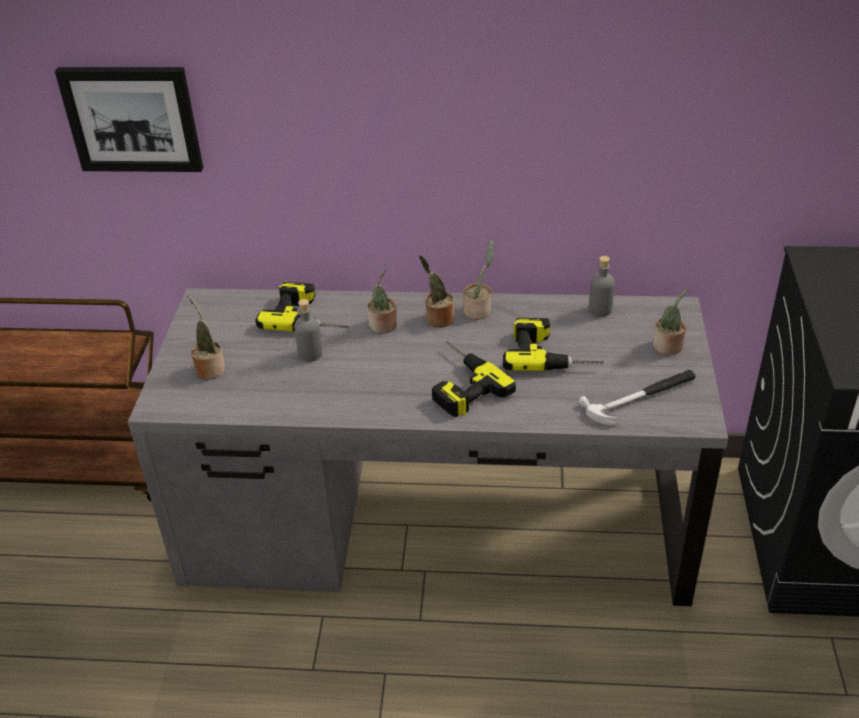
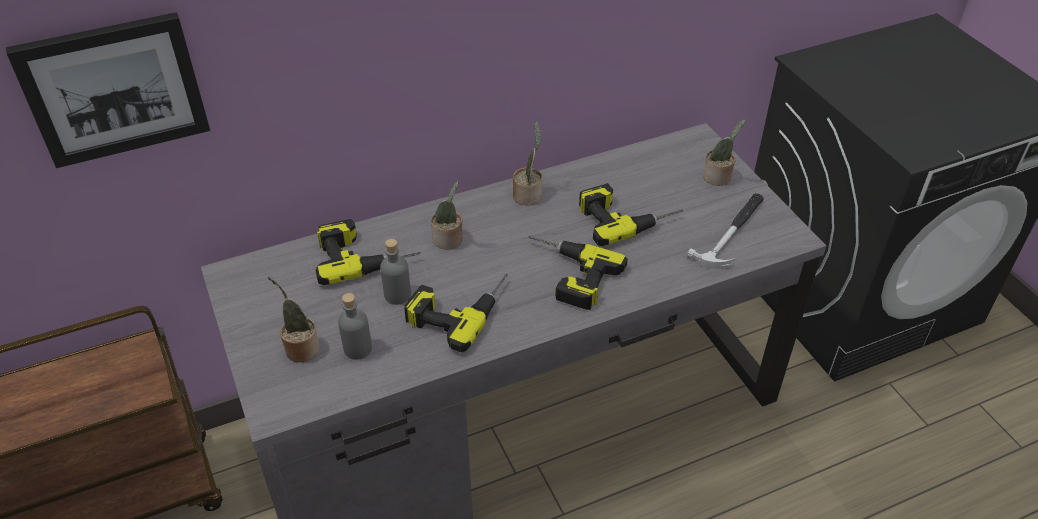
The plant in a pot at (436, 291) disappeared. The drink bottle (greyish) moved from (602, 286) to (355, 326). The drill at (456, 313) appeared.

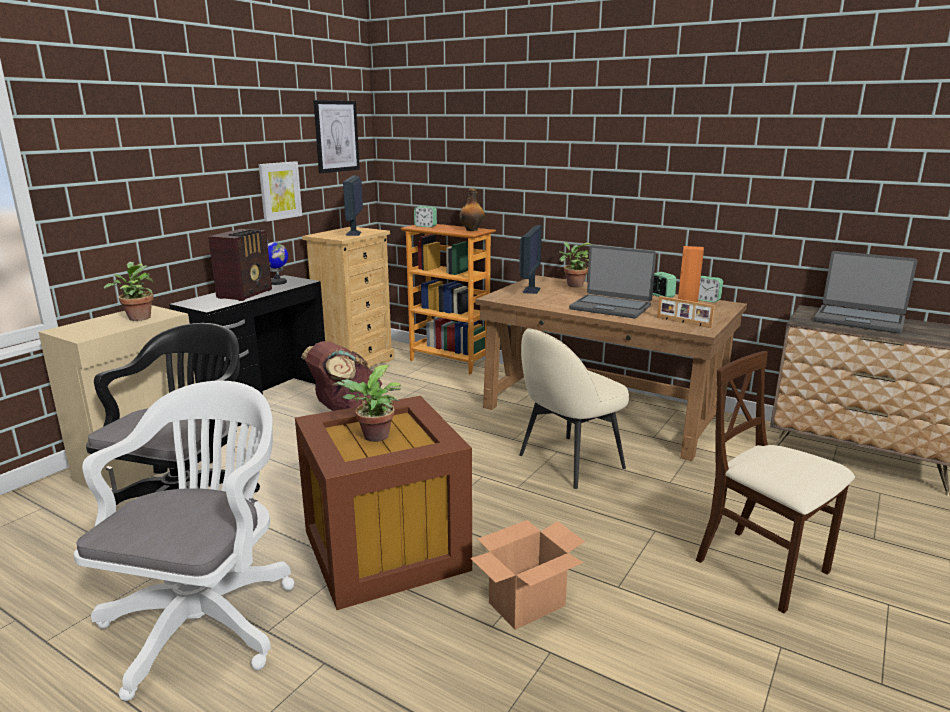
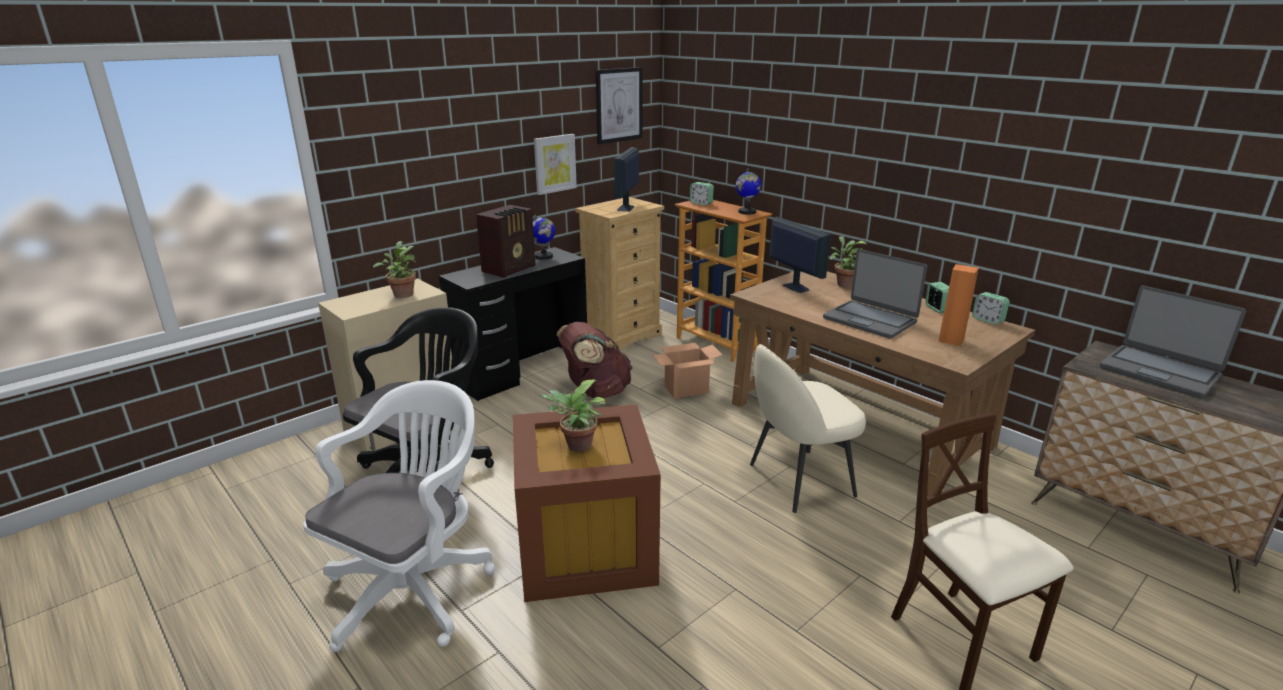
The drink bottle at (472, 209) was replaced by the world globe at (748, 191). The carton moved from (527, 575) to (687, 370). The computer display at (530, 259) turned 60 degrees counterclockwise. The picture frame at (686, 312) disappeared.

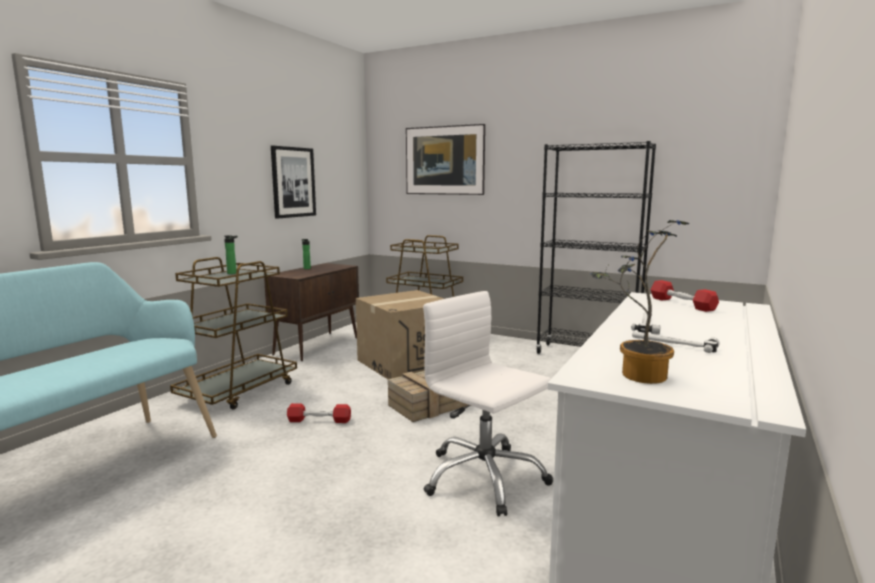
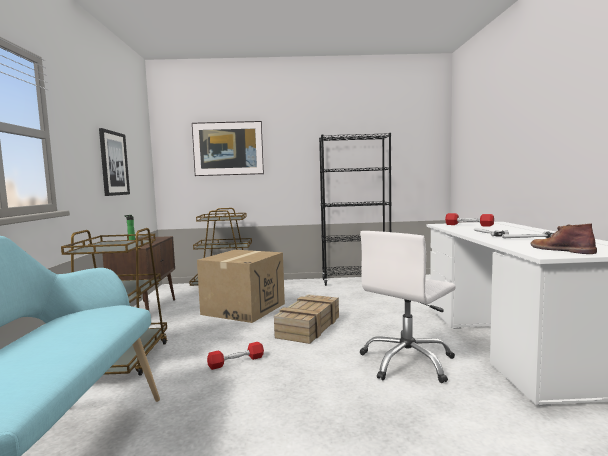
The drink bottle at (231, 254) disappeared. The office chair (whitish) at (488, 404) turned 60 degrees counterclockwise. The plant in a pot at (640, 302) was replaced by the boot (brown) at (563, 238).

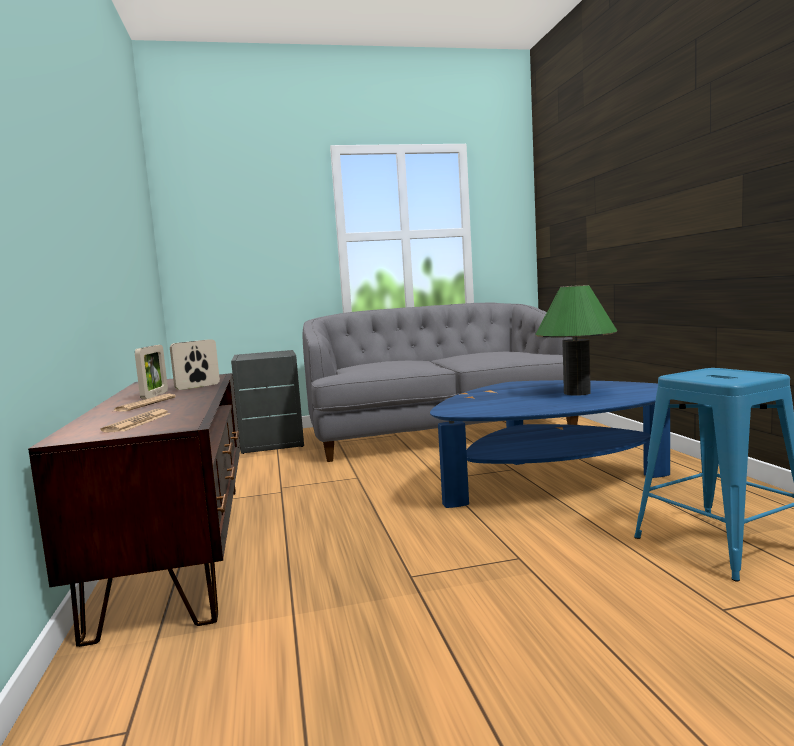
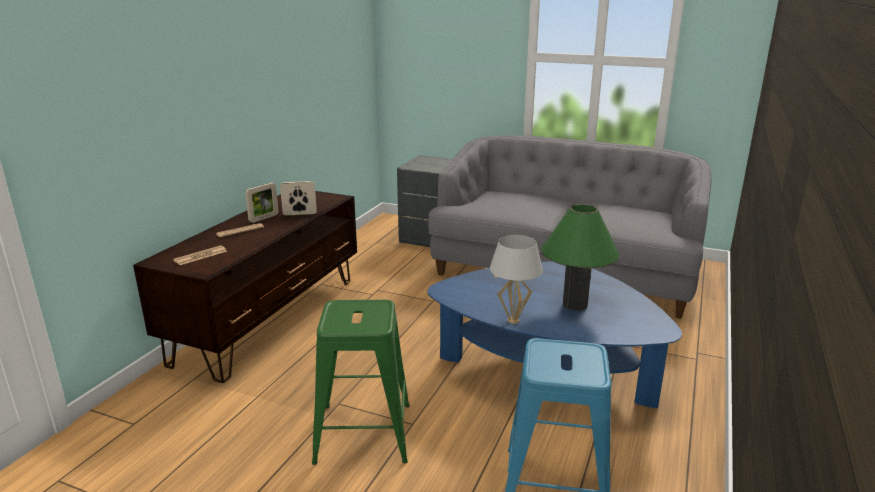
The sitting stool (greenish) at (360, 382) appeared. The tabletop lamp (whitish) at (516, 279) appeared.

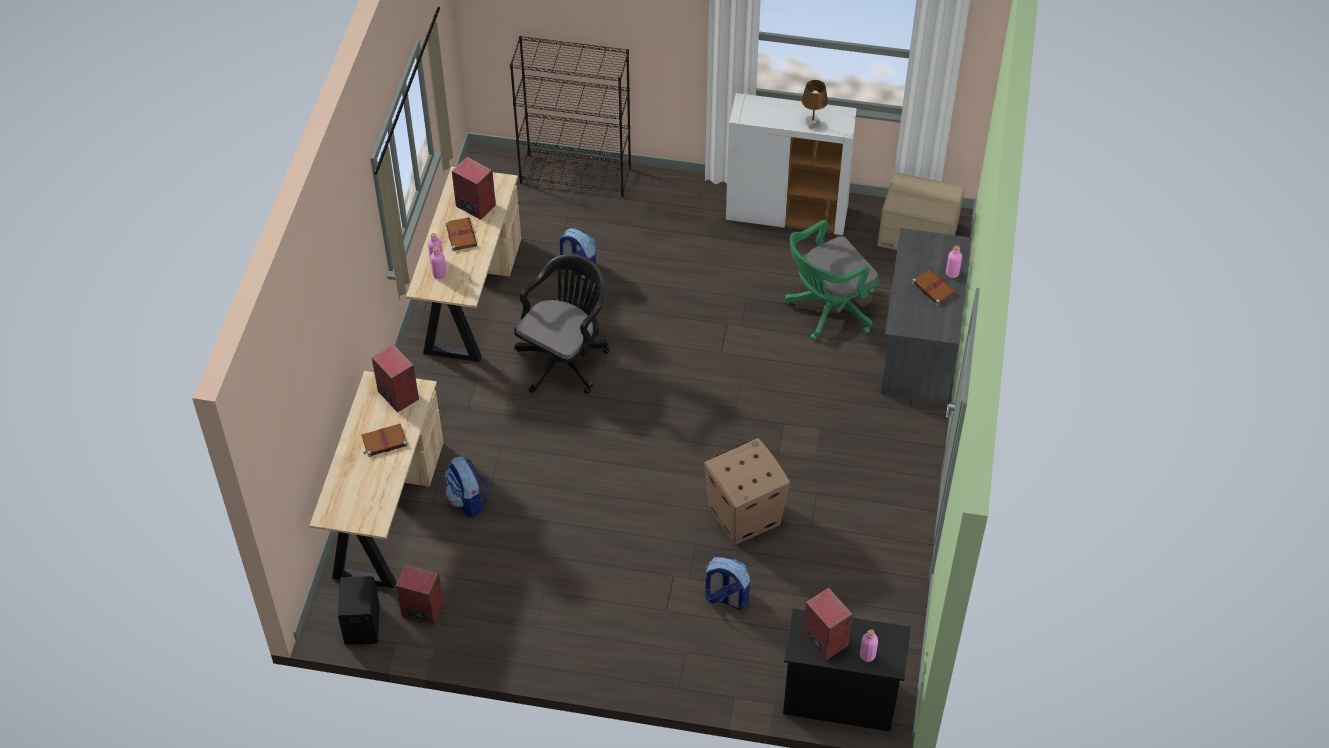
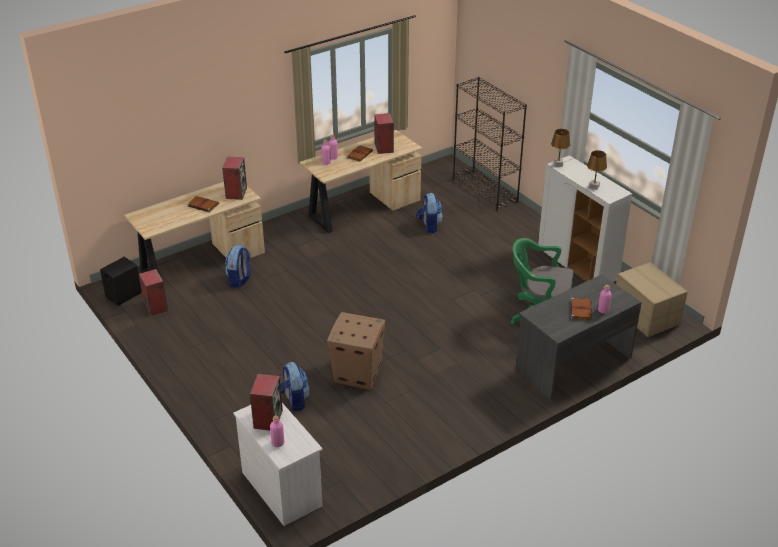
The office chair (black-coloured) at (562, 324) disappeared. The chest of drawers (black-coloured) at (847, 670) became the chest of drawers (whitish) at (278, 464). The tabletop lamp (brown) at (560, 148) appeared.

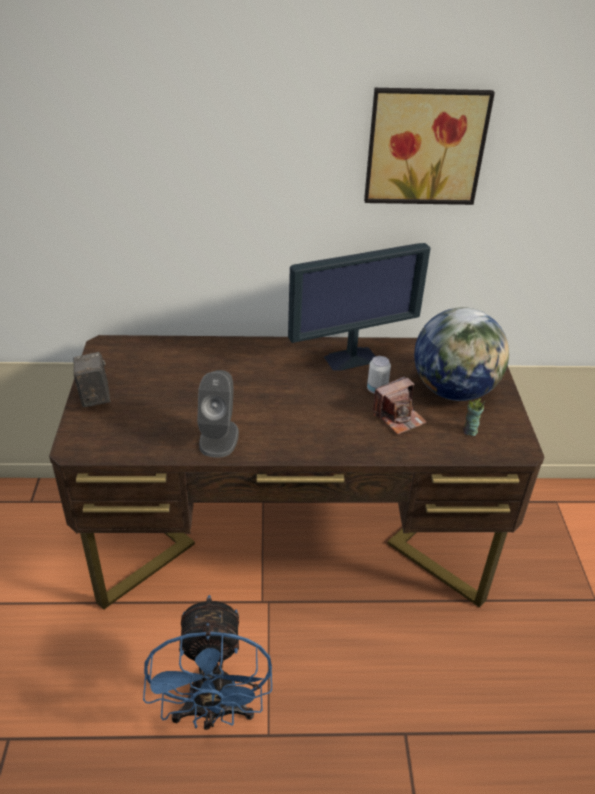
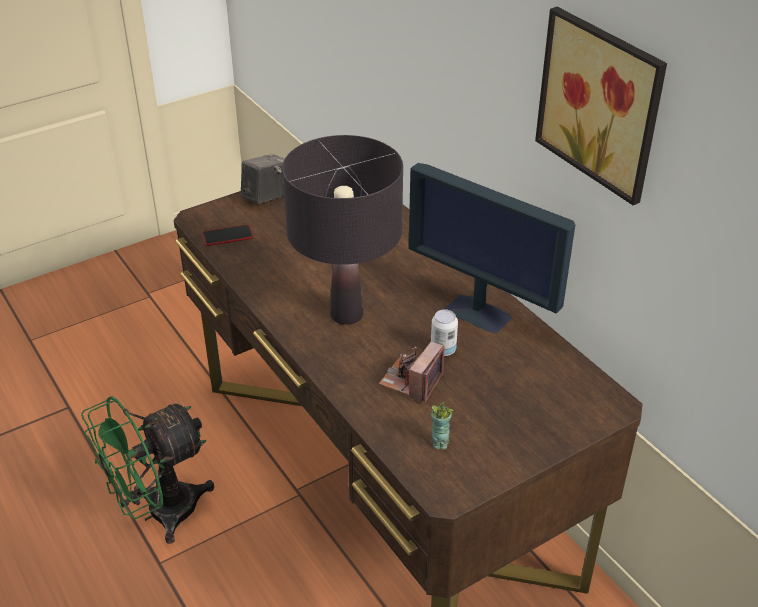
The cooling fan (blue-coloured) at (207, 662) became the cooling fan (greenish) at (147, 470). The loudspeaker (greyish) at (218, 414) disappeared. The photo camera at (400, 405) turned 90 degrees clockwise. The world globe at (461, 354) disappeared. The telephone at (227, 235) appeared. The tabletop lamp (black-coloured) at (342, 230) appeared.

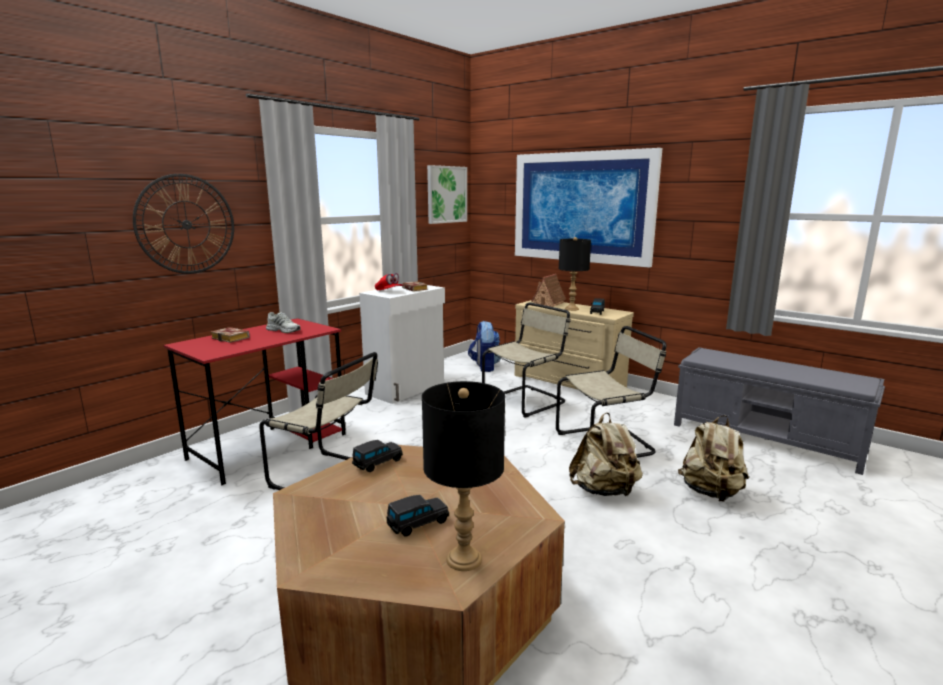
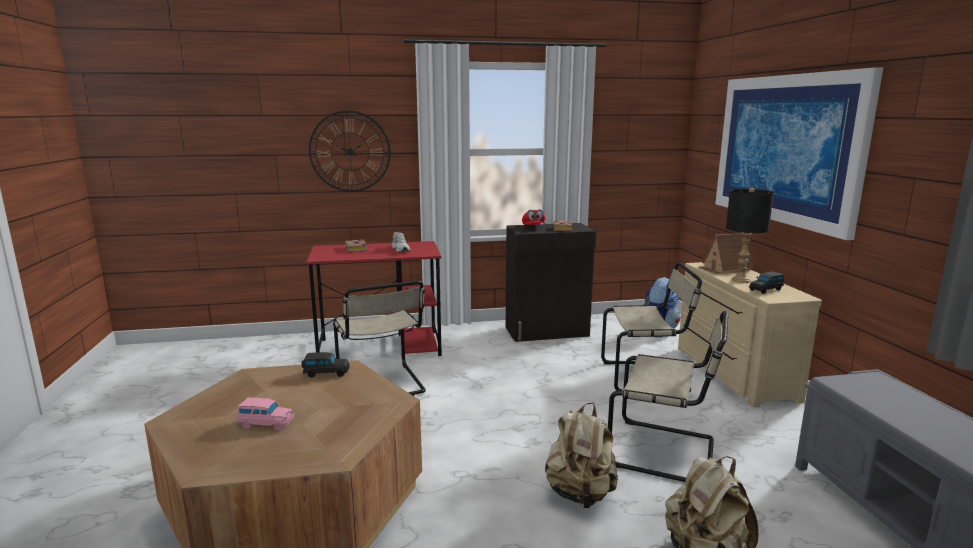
The cupboard (whitish) at (402, 344) became the cupboard (black-coloured) at (551, 282). The toy car (black-coloured) at (418, 516) became the toy car (pink-coloured) at (265, 414). The tabletop lamp (black-coloured) at (463, 476) disappeared. The picture at (447, 194) disappeared.

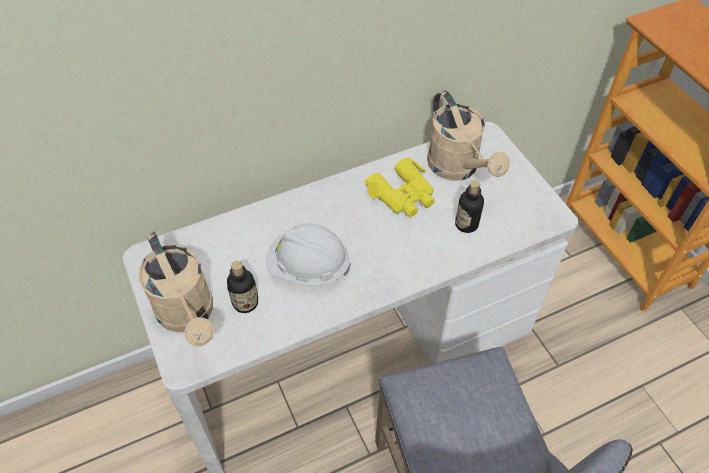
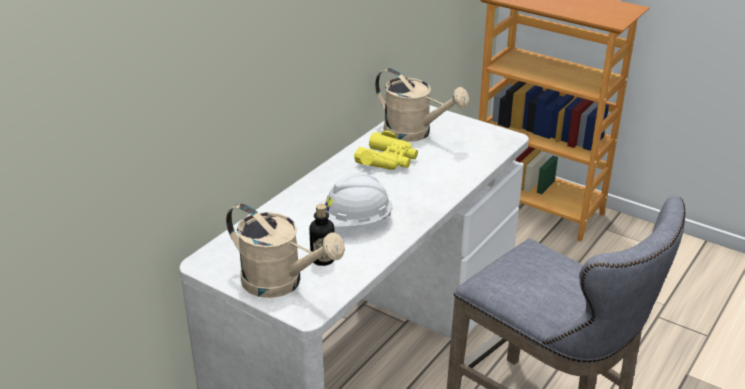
The drink bottle at (469, 206) disappeared.

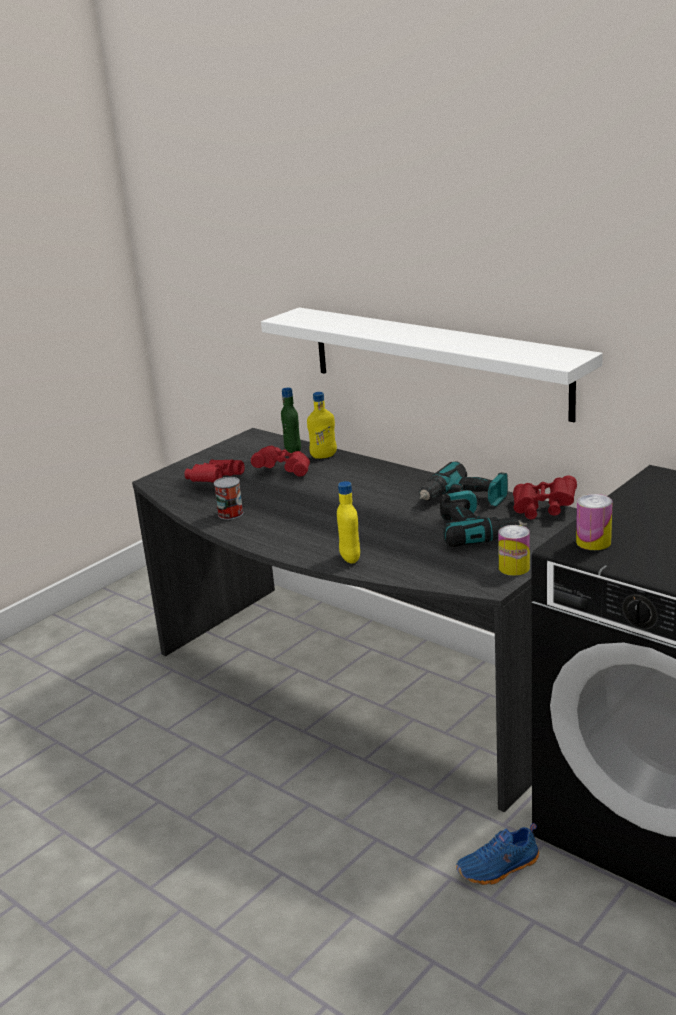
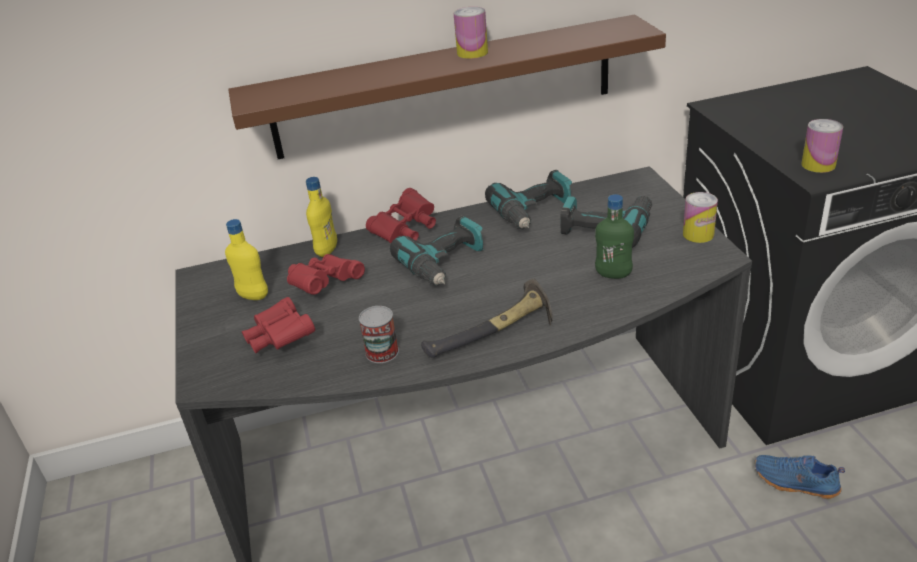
The bracket shelf (whitish) at (432, 364) became the bracket shelf (brown) at (447, 87). The drink bottle (greenish) moved from (291, 420) to (614, 236). The drink bottle (yellow-coloured) moved from (348, 522) to (246, 259). The shoe (blue-coloured) at (497, 854) turned 105 degrees clockwise. The pair of binoculars (reddish) moved from (545, 497) to (401, 215). The drill at (437, 250) appeared. The hand hammer at (487, 317) appeared. The metal can at (471, 33) appeared.

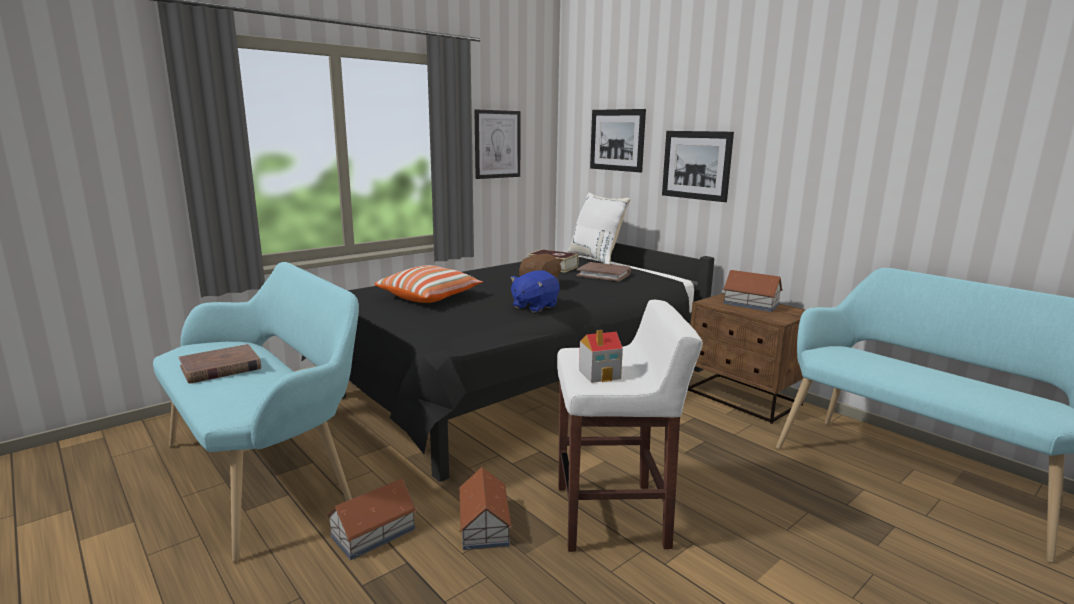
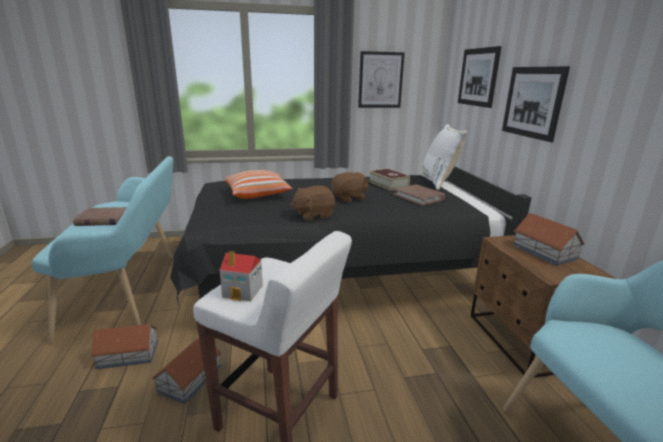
The plush toy (blue-coloured) at (535, 291) became the plush toy (brown) at (313, 203).

